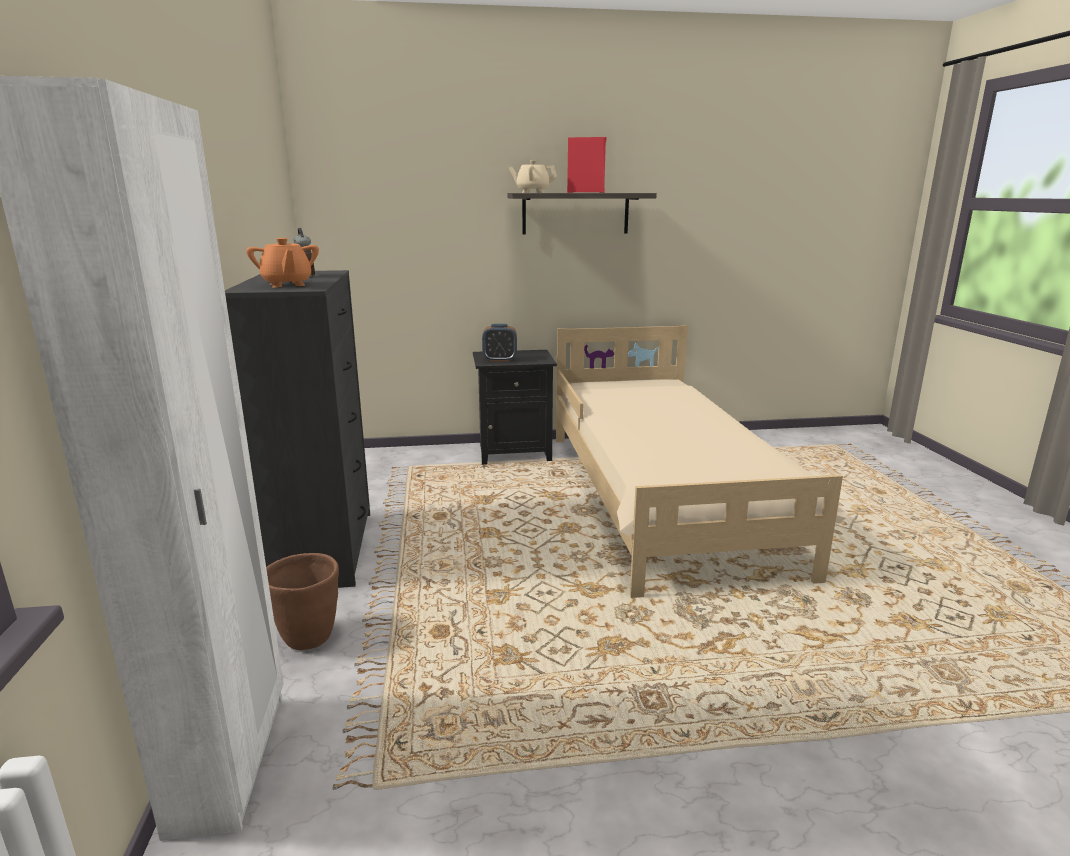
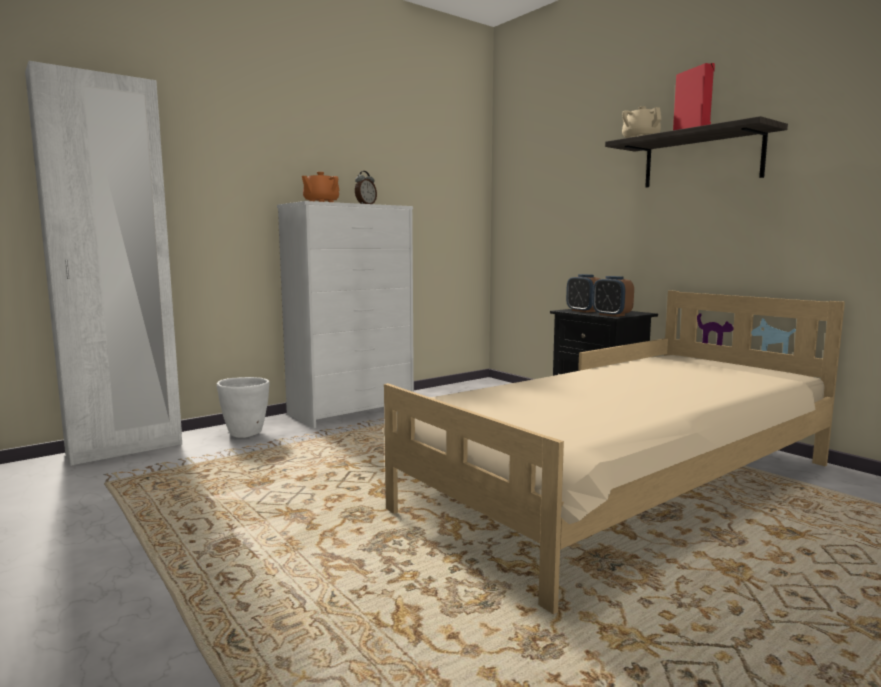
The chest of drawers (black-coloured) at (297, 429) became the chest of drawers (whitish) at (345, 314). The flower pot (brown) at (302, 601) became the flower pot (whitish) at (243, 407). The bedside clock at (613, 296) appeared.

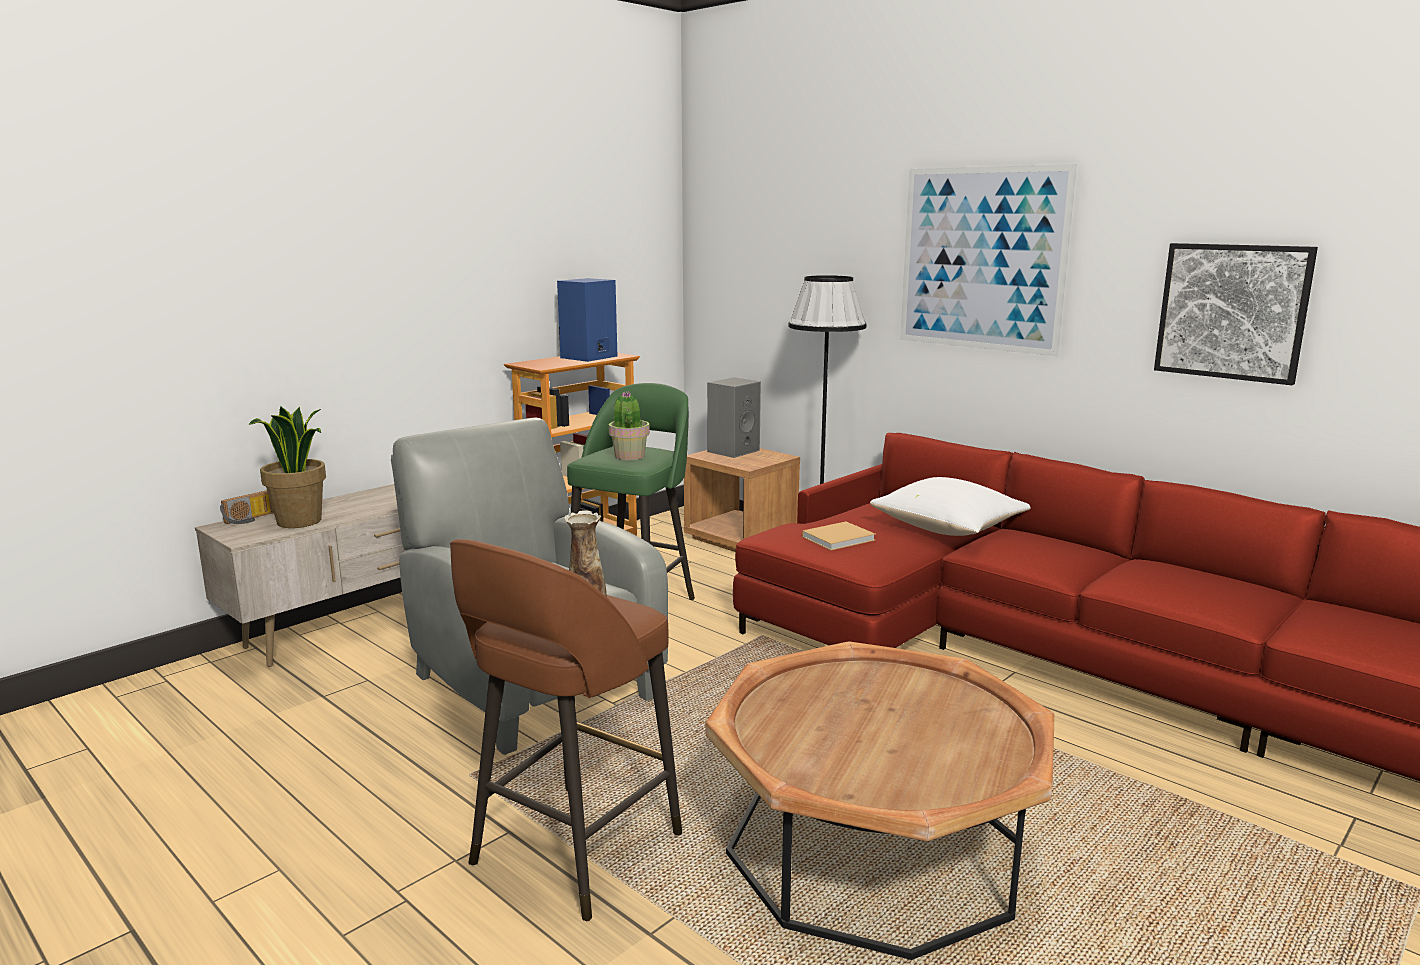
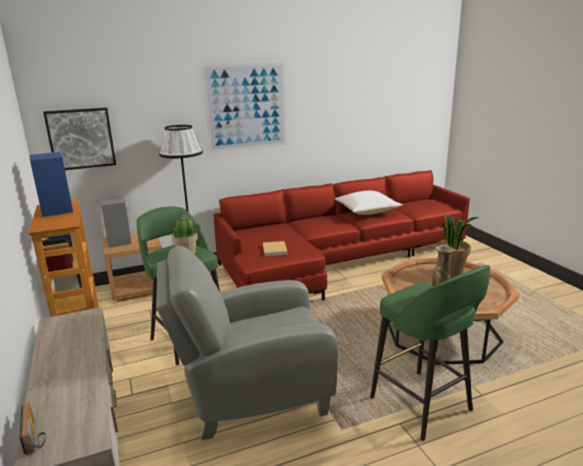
The plant in a pot moved from (287, 467) to (458, 245). The sitting stool (brown) at (566, 730) became the sitting stool (greenish) at (430, 353). The throw pillow (whitish) moved from (950, 506) to (369, 203). The picture moved from (1236, 314) to (79, 139).

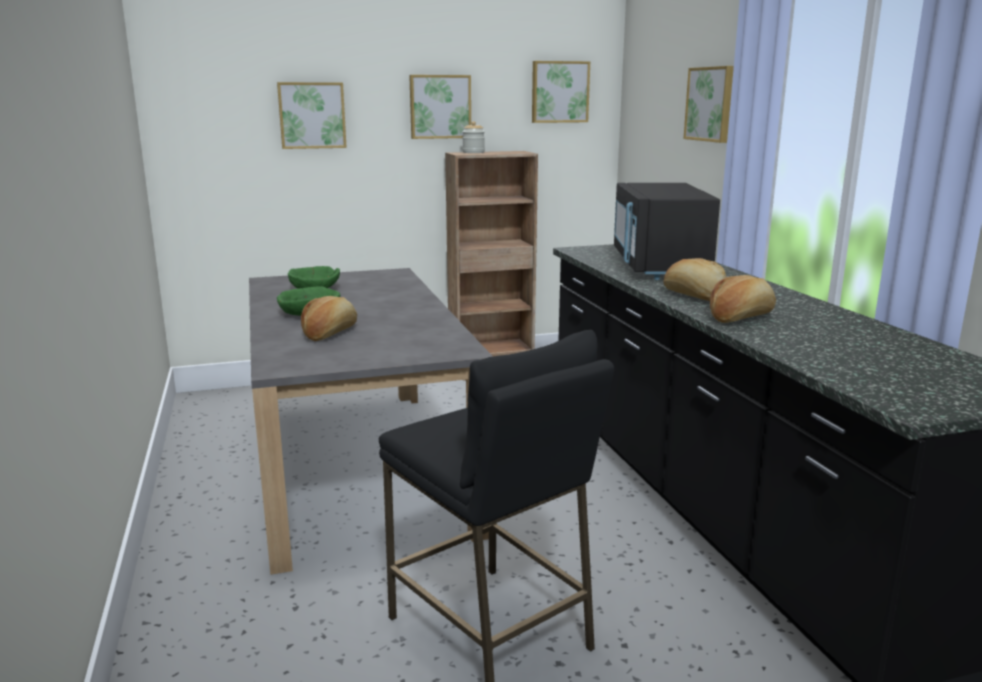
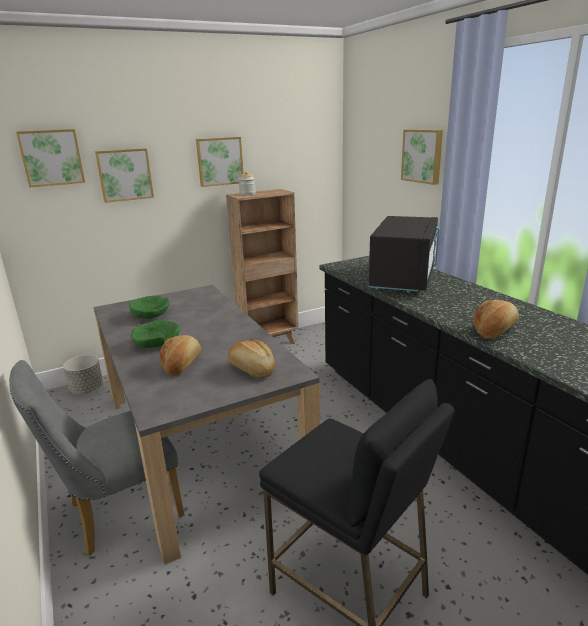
The picture moved from (561, 92) to (50, 158). The kitchen microwave (black-coloured) at (667, 231) turned 150 degrees counterclockwise. The baked bread moved from (695, 279) to (251, 358). The chair (greyish) at (97, 458) appeared. The flower pot (greyish) at (83, 374) appeared.

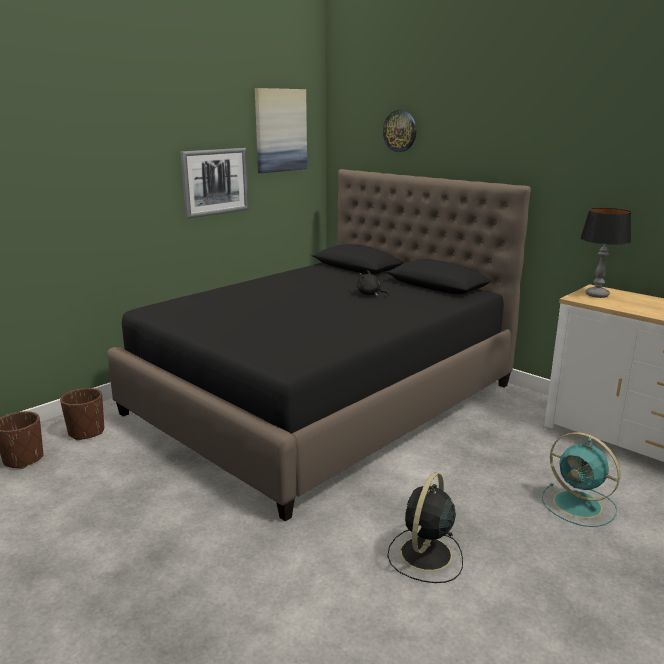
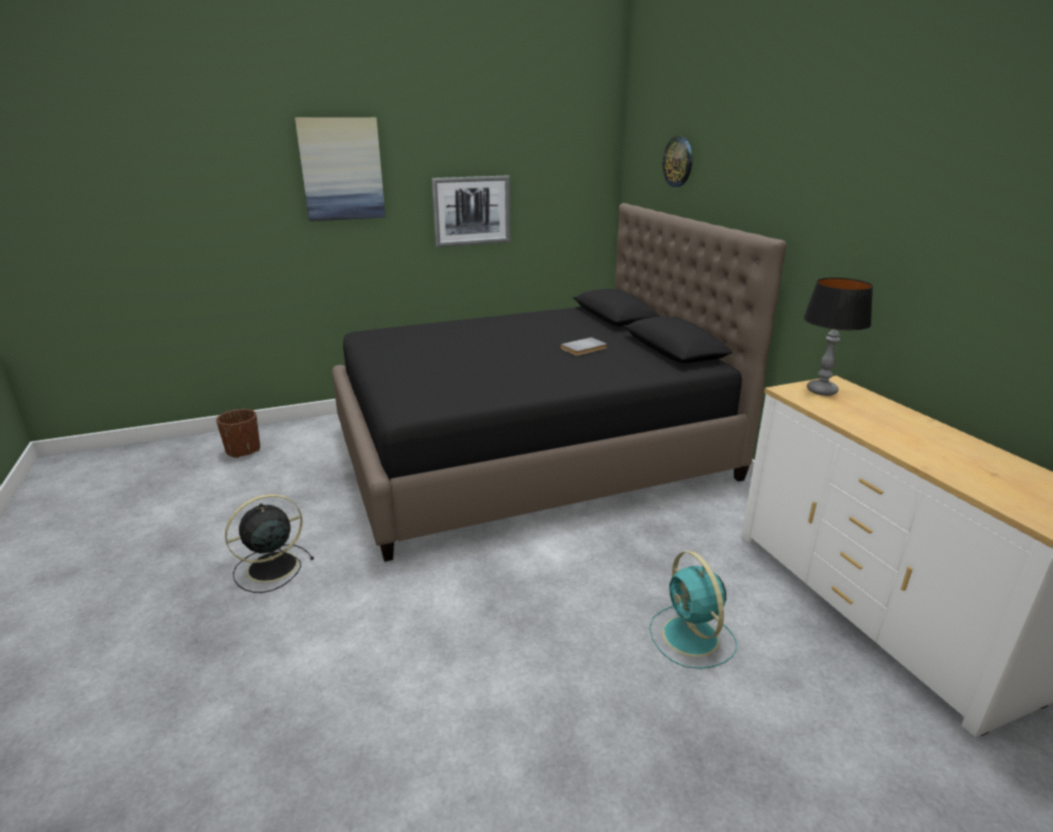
The flower pot (brown) at (82, 414) disappeared. The picture moved from (281, 130) to (340, 169). The plush toy (black-coloured) at (373, 283) was replaced by the book (greyish) at (583, 346). The cooling fan (black-coloured) moved from (425, 527) to (269, 543).

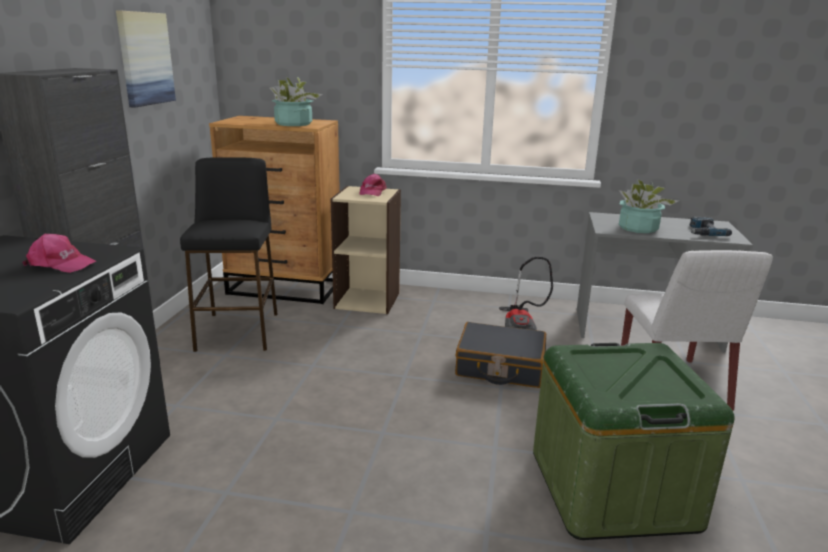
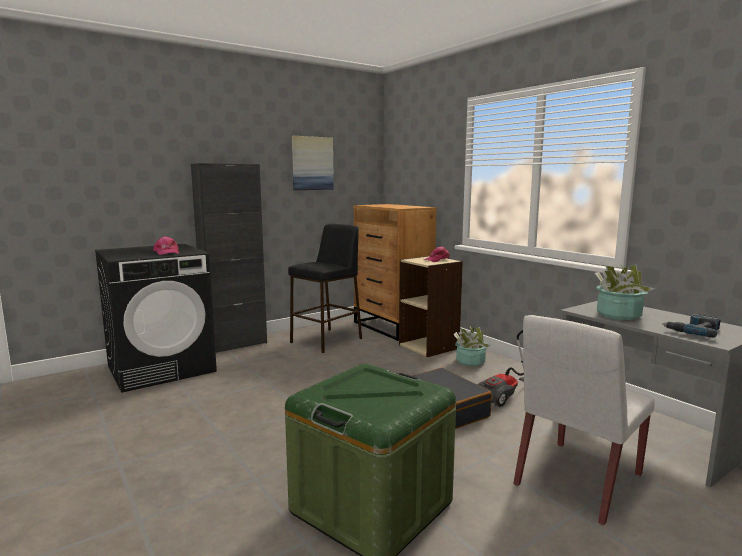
The plant in a pot moved from (296, 101) to (472, 346).

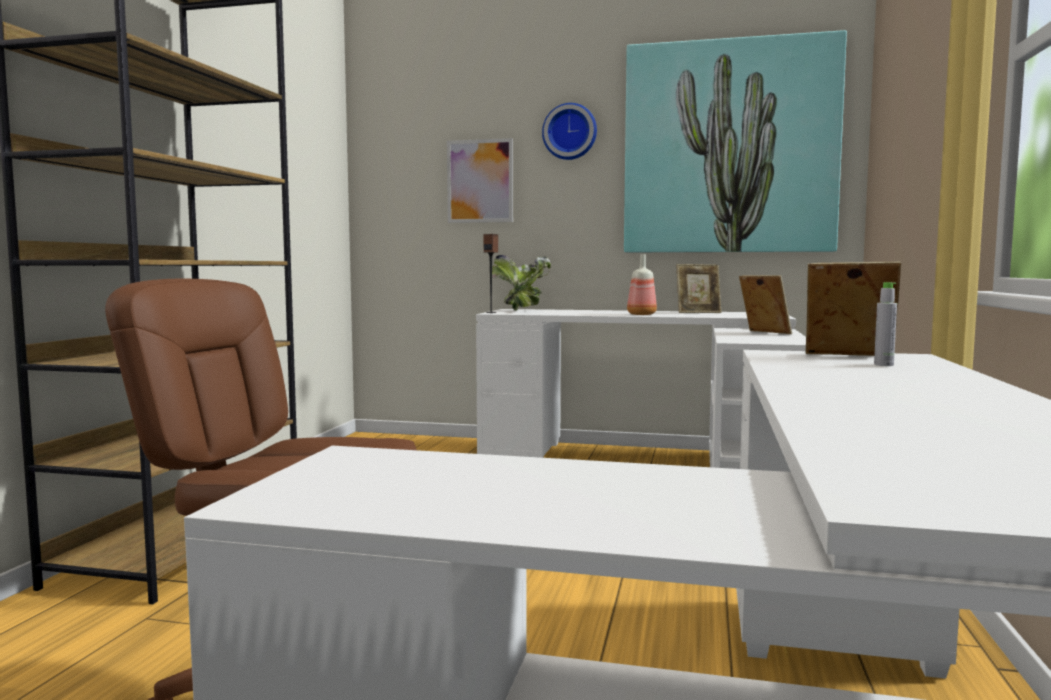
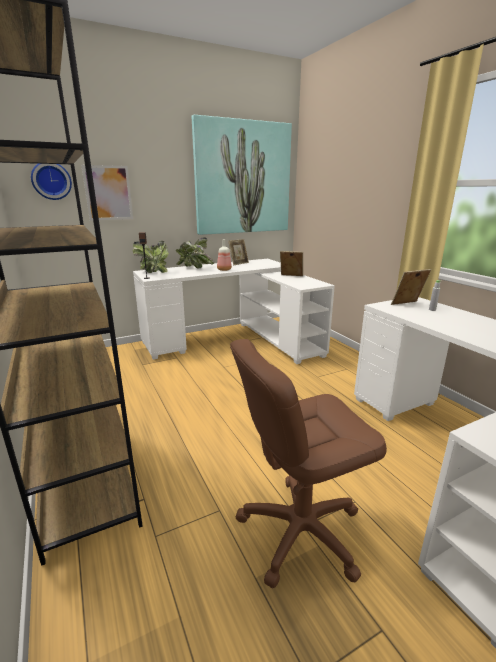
The wall clock moved from (569, 131) to (51, 182). The plant in a pot at (195, 252) appeared.

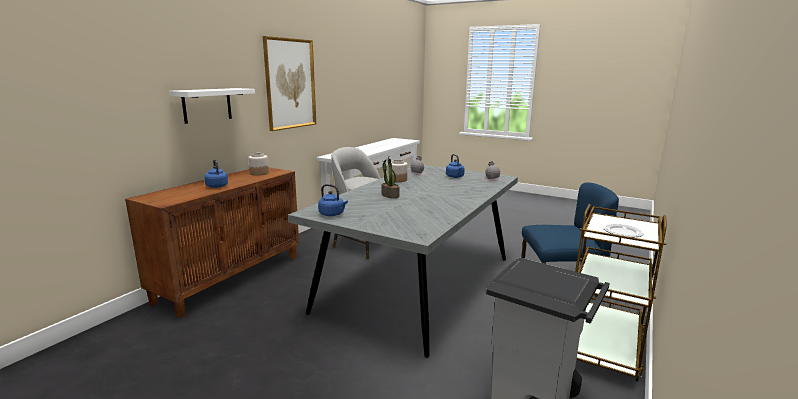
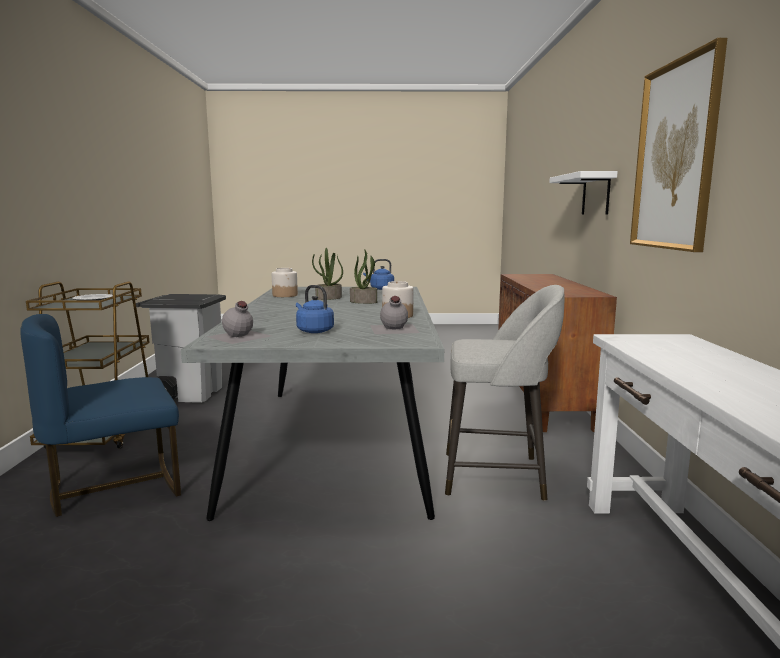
The water kettle (blue-coloured) at (216, 174) disappeared. The preserve jar moved from (258, 164) to (285, 282). The plant in a pot at (327, 274) appeared.

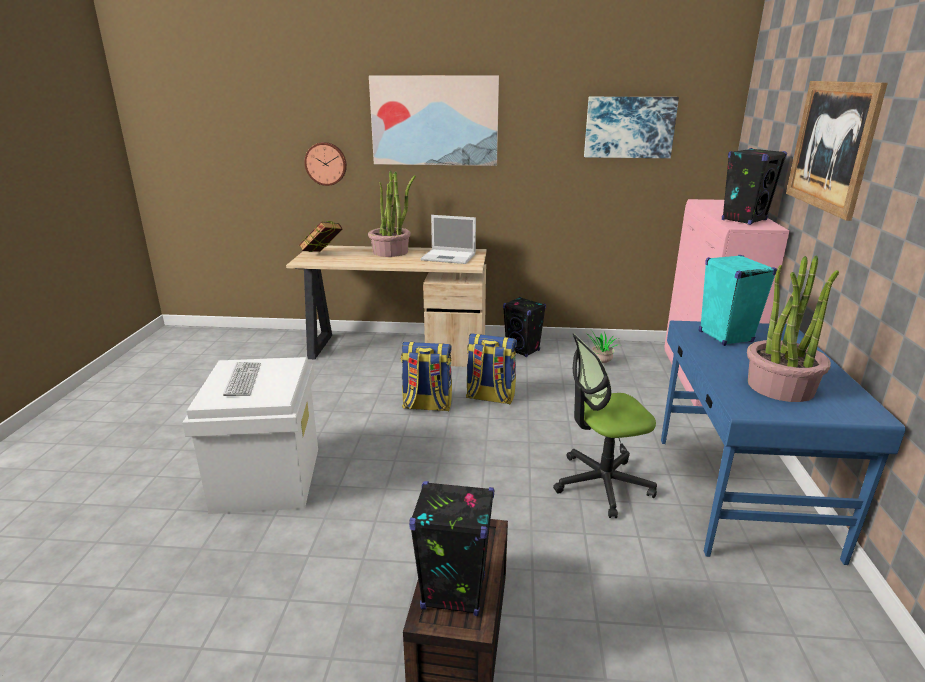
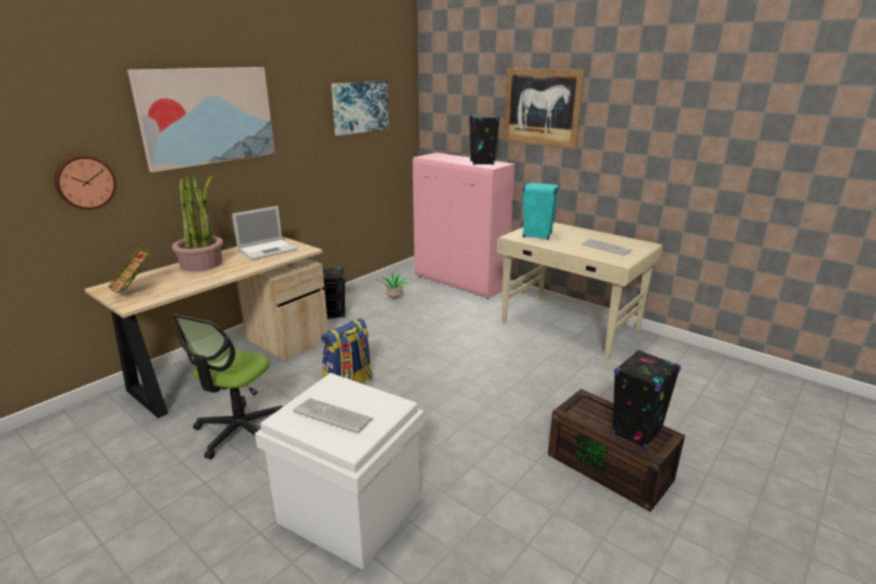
The rucksack at (491, 368) disappeared. The office chair moved from (605, 425) to (228, 387). The desk table (blue-coloured) at (783, 443) became the desk table (beige) at (579, 291). The plant in a pot at (793, 328) was replaced by the computer keyboard at (607, 247).

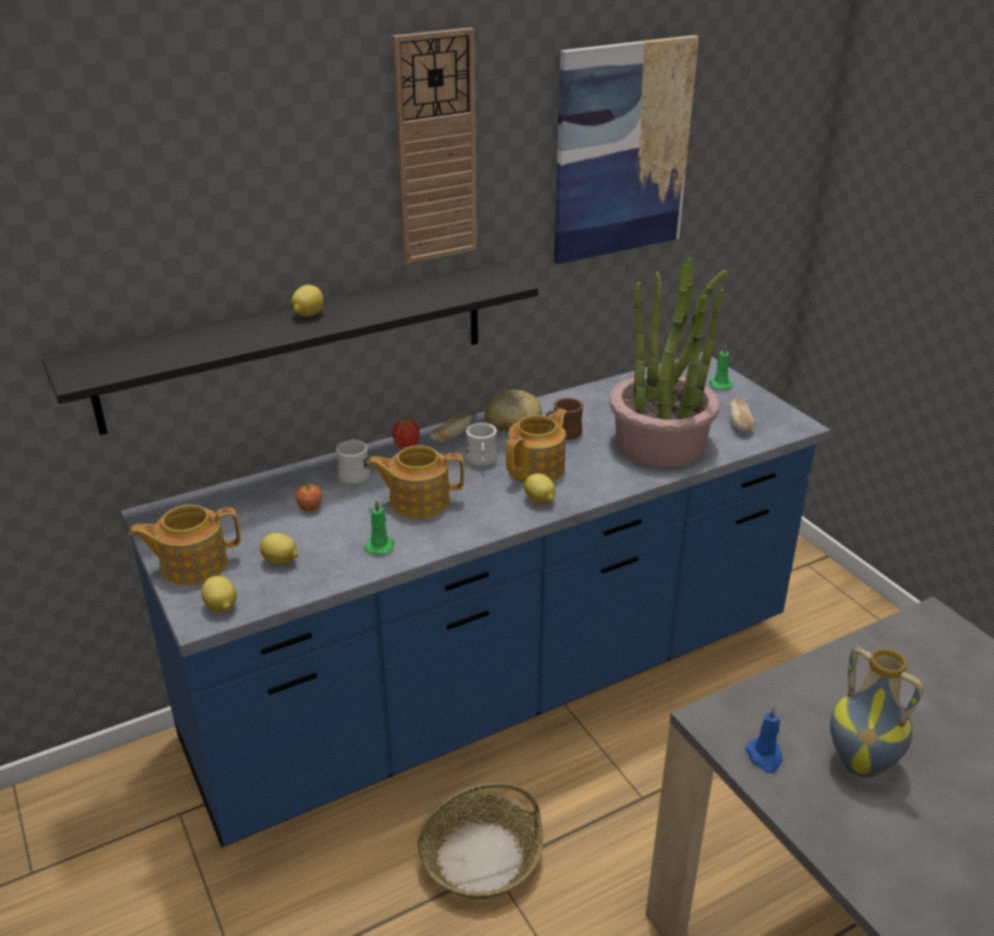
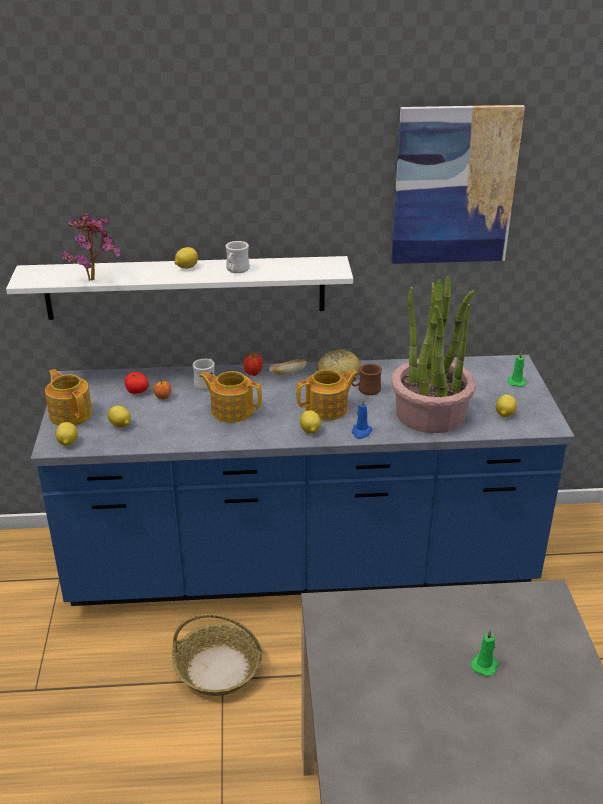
The bracket shelf (black-coloured) at (290, 349) became the bracket shelf (whitish) at (179, 288). The tea pot at (185, 545) turned 45 degrees clockwise. The wax light (greenish) moved from (379, 527) to (484, 652). The wall clock at (434, 145) disappeared. The coffee mug (whitish) moved from (481, 445) to (238, 257). The baked bread at (742, 415) was replaced by the lemon at (506, 406). The wax light (blue-coloured) moved from (763, 740) to (362, 419). The vase at (877, 712) disappeared. The plant in a pot at (91, 247) appeared. The tomato at (137, 383) appeared.

